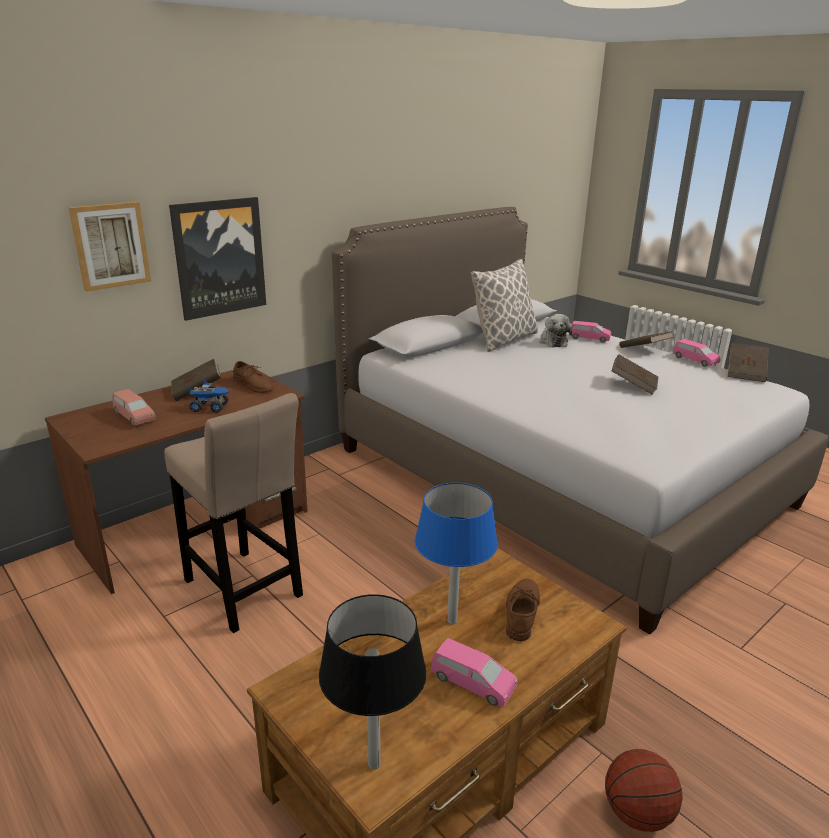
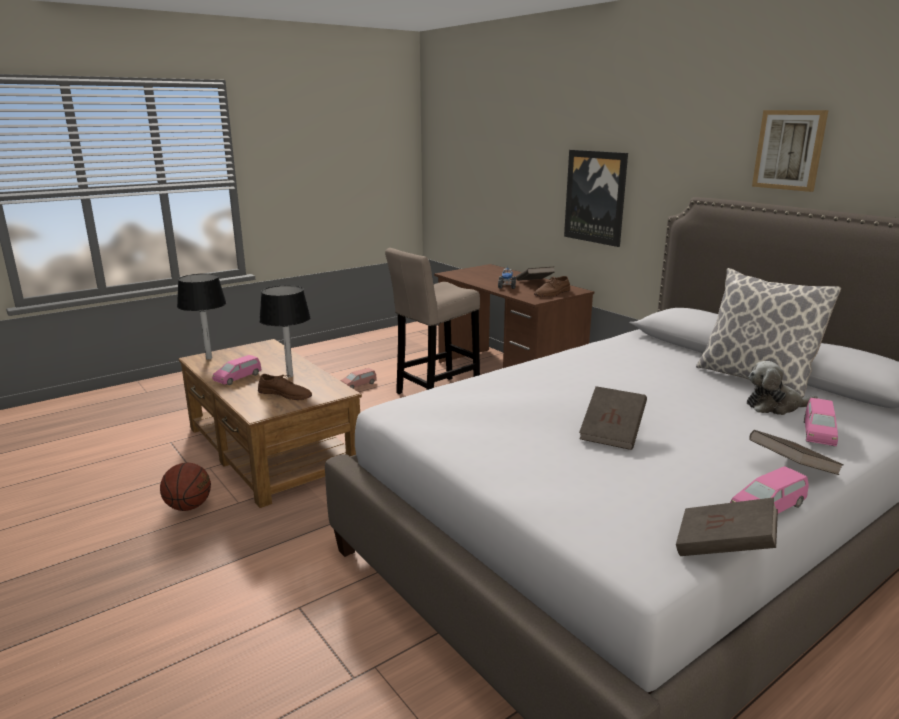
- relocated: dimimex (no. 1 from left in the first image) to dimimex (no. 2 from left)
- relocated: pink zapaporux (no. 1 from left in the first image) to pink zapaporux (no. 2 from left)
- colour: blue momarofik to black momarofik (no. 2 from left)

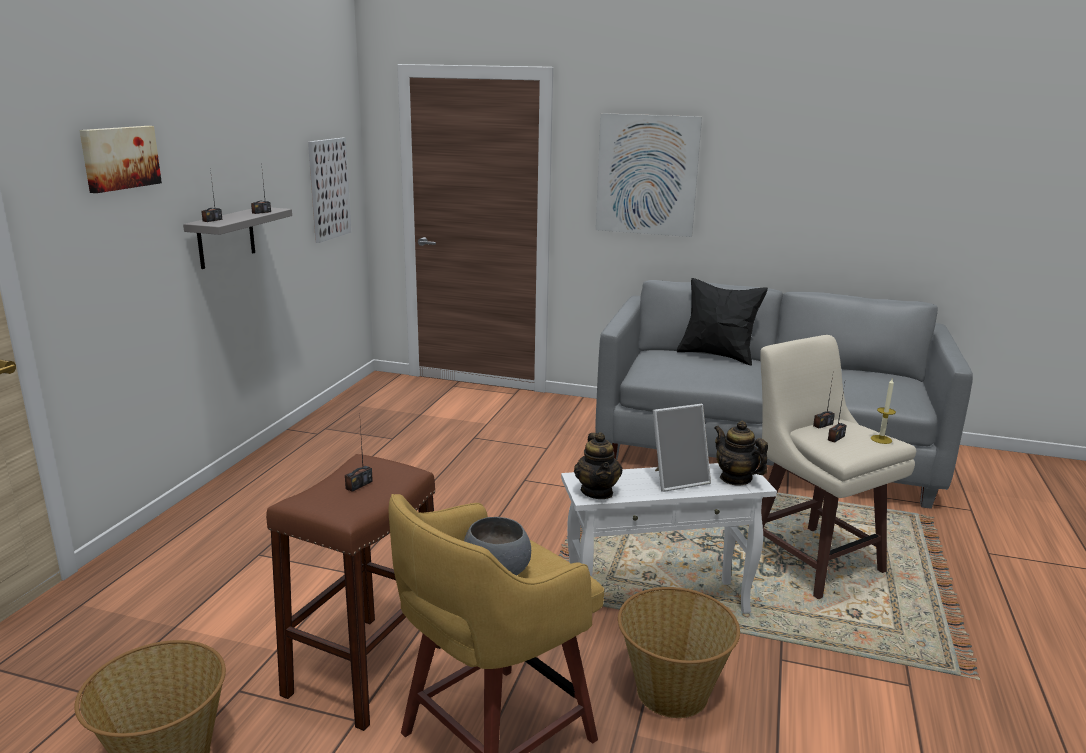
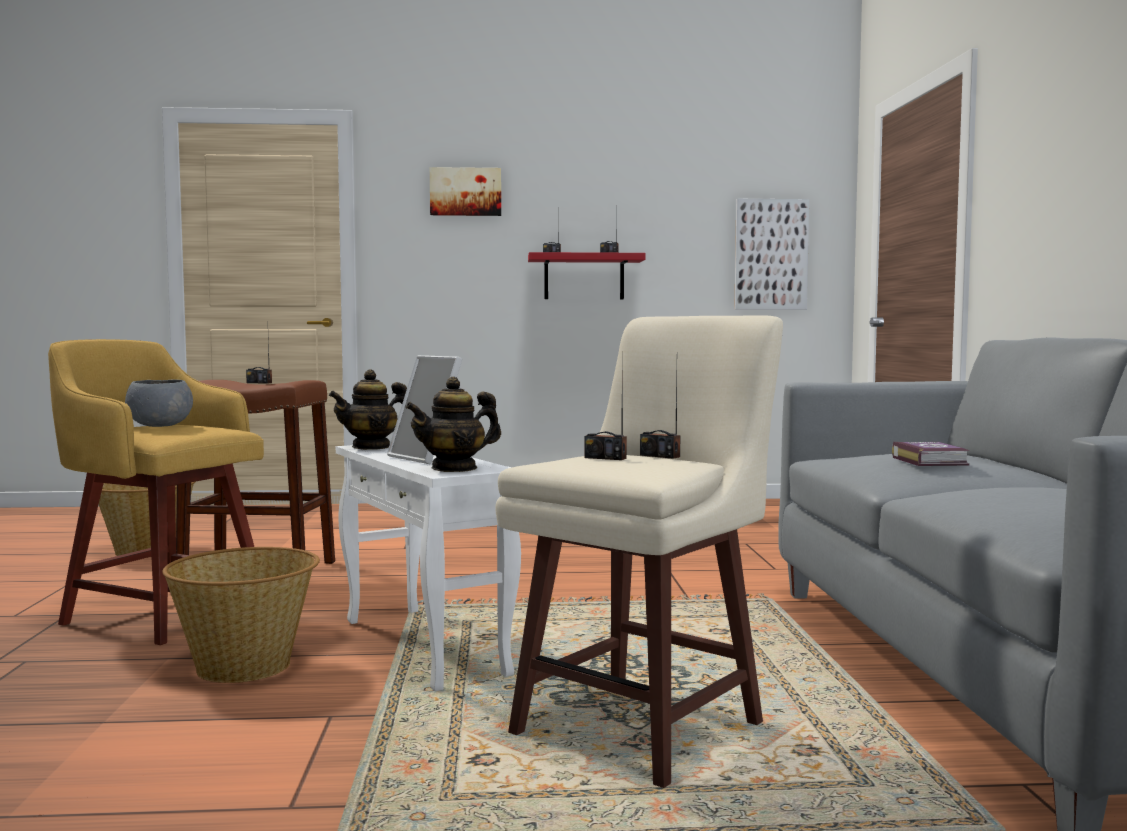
- missing: dimimex (no. 3 from left)
- missing: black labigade
- missing: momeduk
- appeared: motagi
- colour: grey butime to red butime
- spun: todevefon (no. 2 from left) 150 degrees counterclockwise

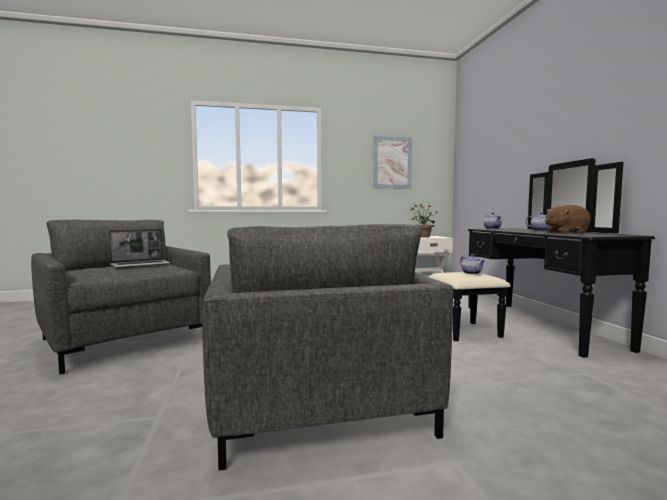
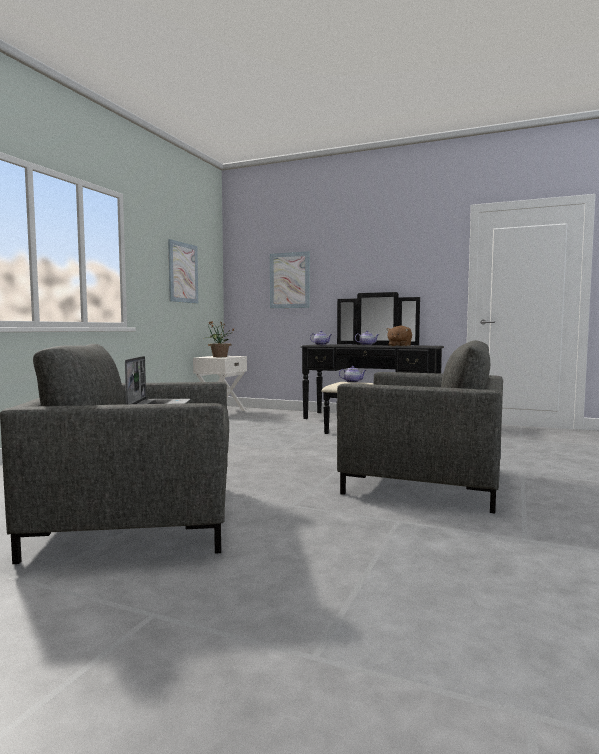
- appeared: dimimex (no. 2 from left)

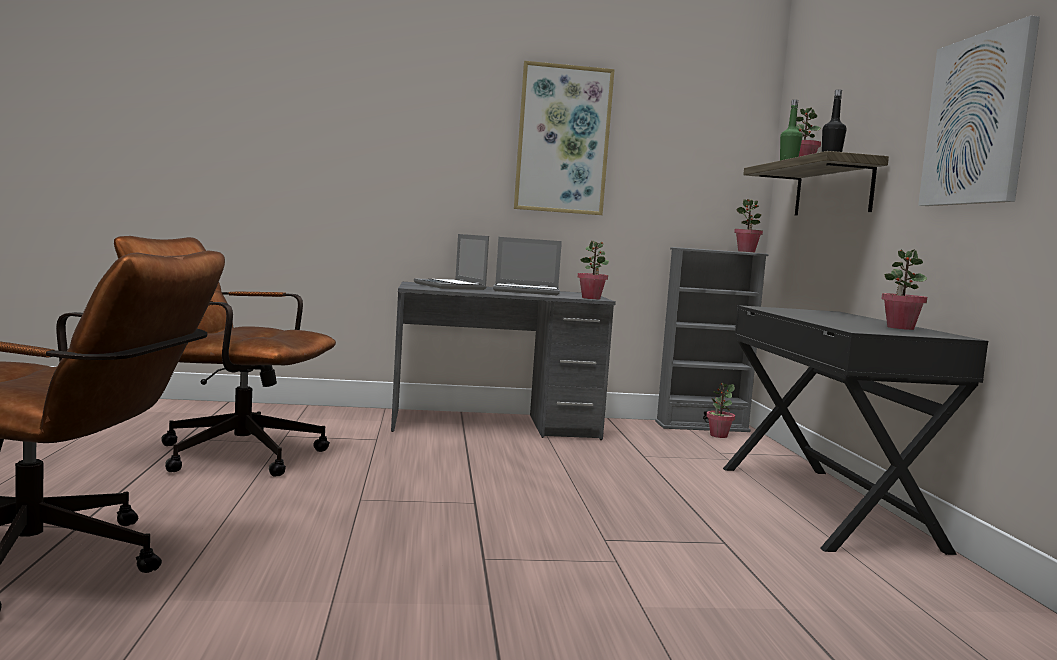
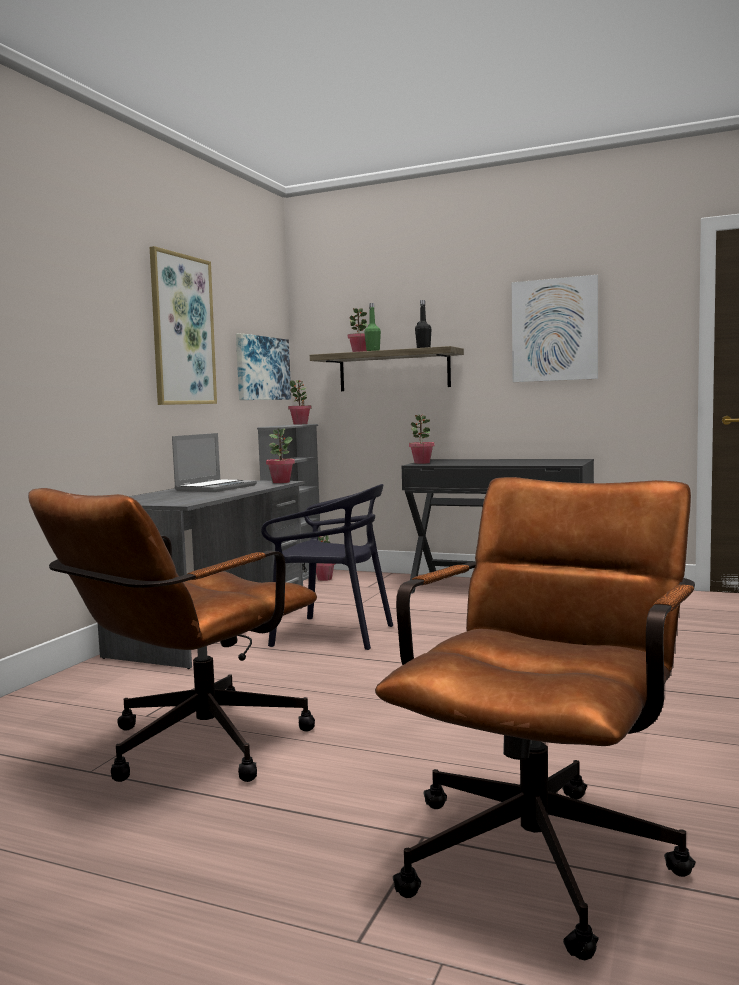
- missing: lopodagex (no. 1 from left)
- appeared: dimimex (no. 2 from left)
- appeared: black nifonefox
- relocated: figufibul (no. 5 from left)

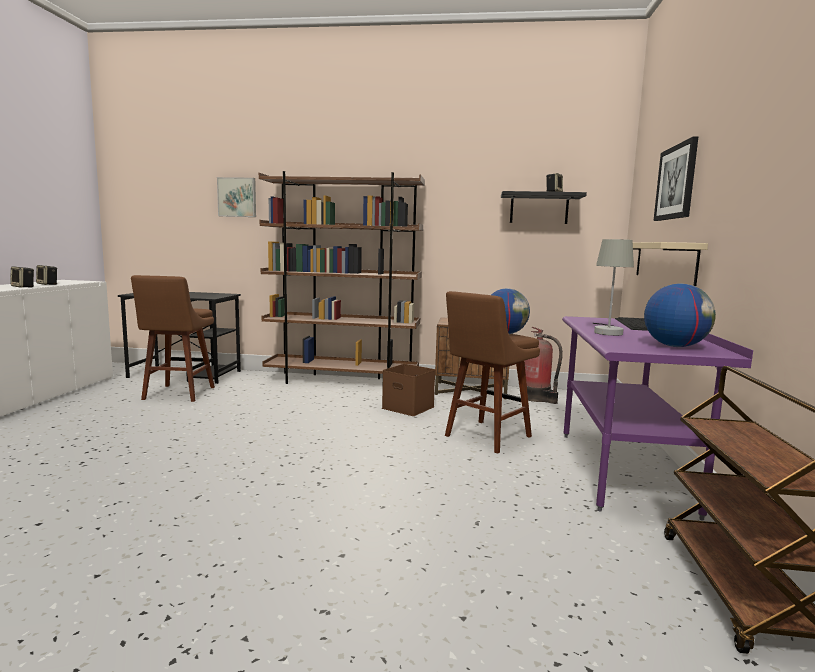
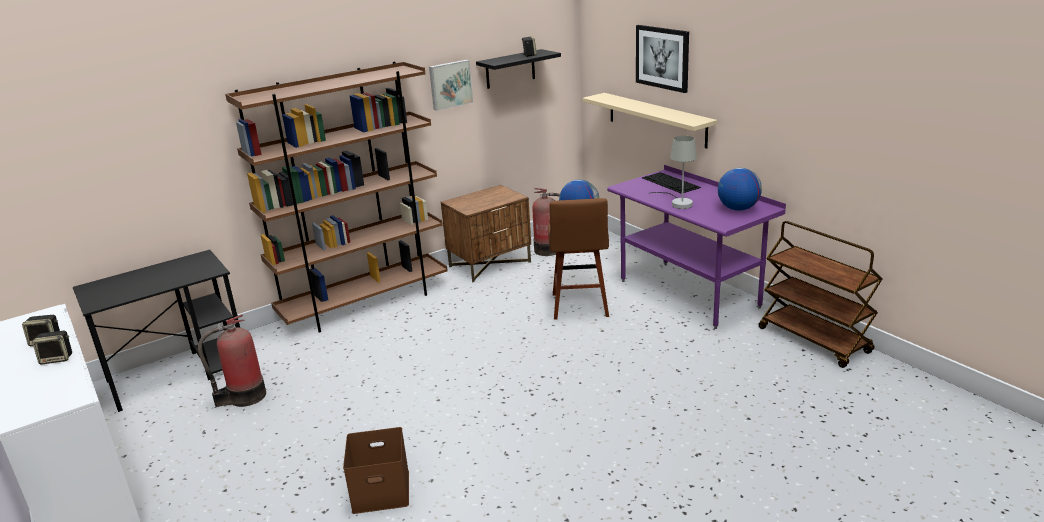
- relocated: dimimex (no. 1 from left)
- relocated: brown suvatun
- exchanged: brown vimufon (no. 1 from left) to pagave (no. 1 from left)

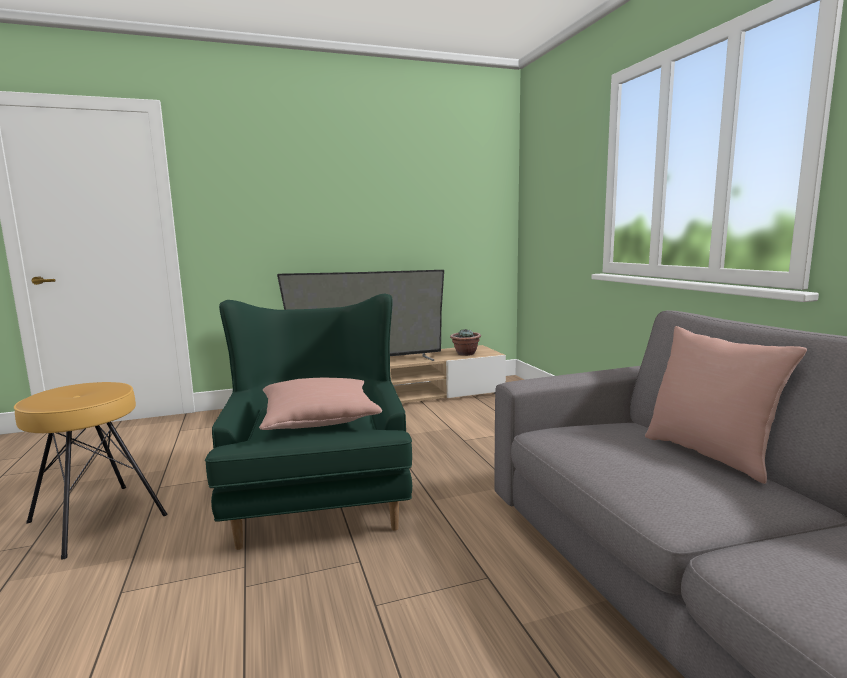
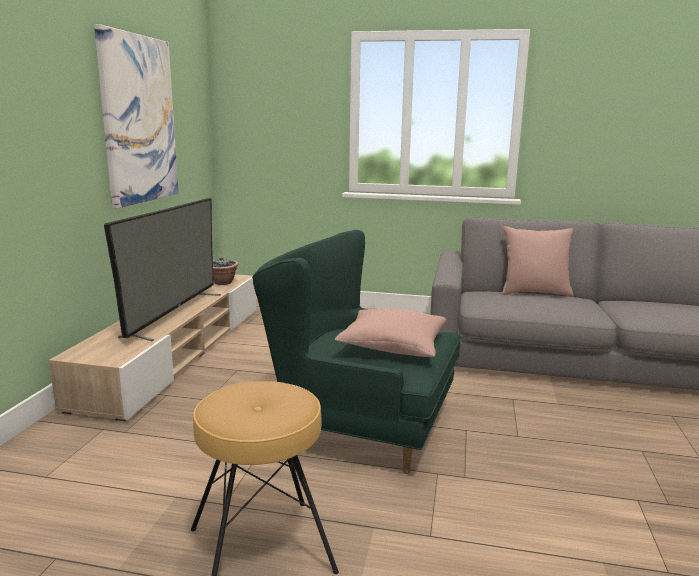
- appeared: dimimex

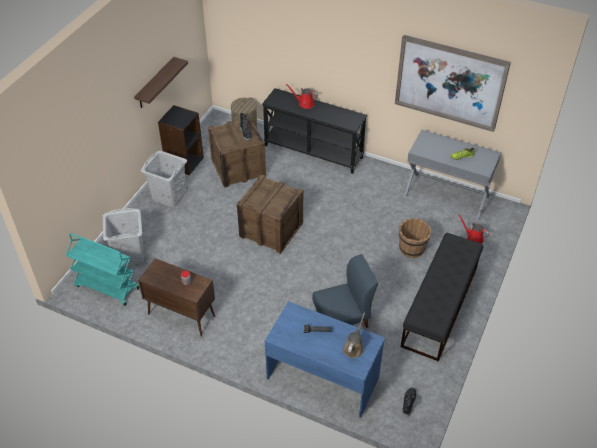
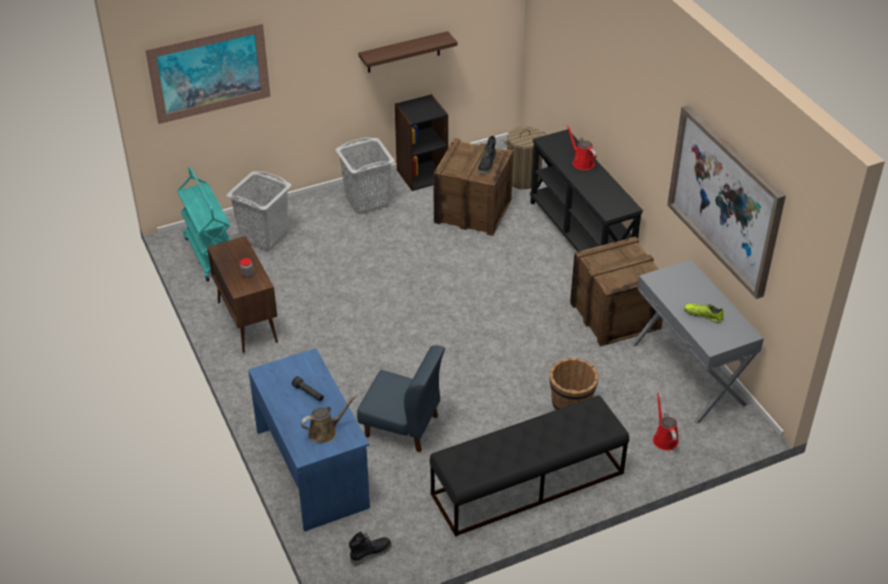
- appeared: dimimex (no. 1 from left)
- relocated: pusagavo (no. 2 from left)

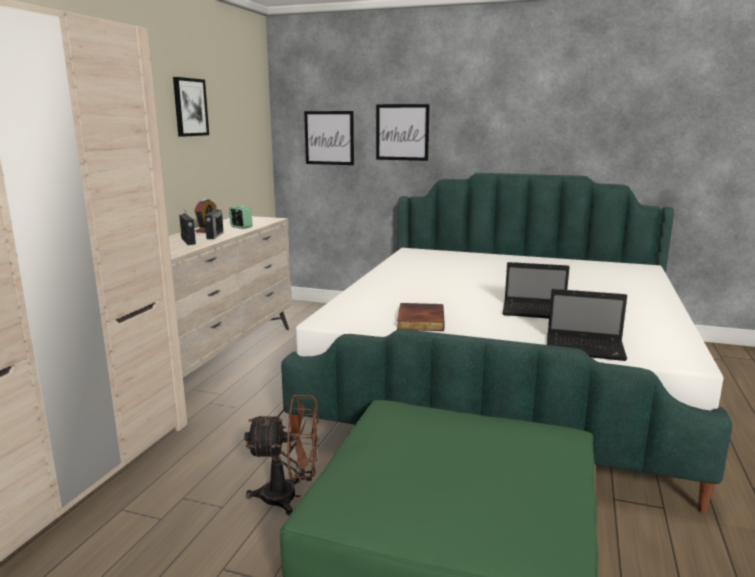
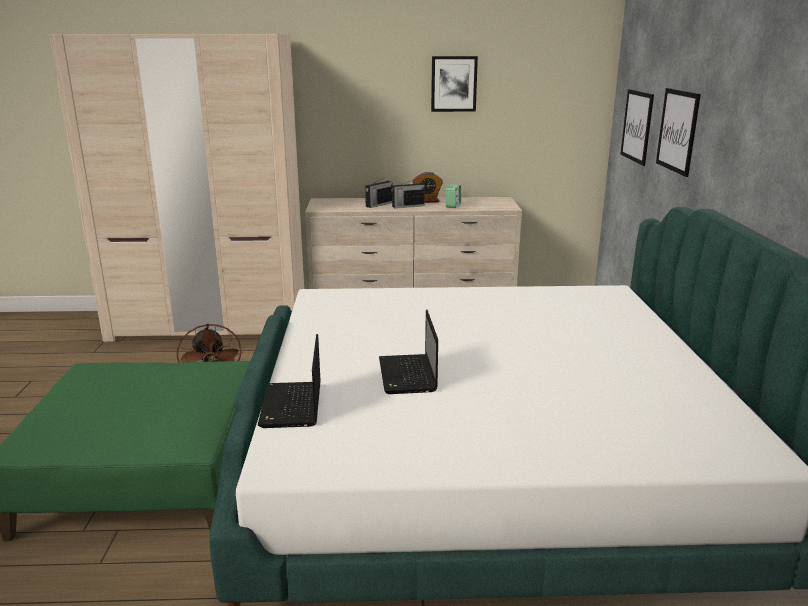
- missing: motagi

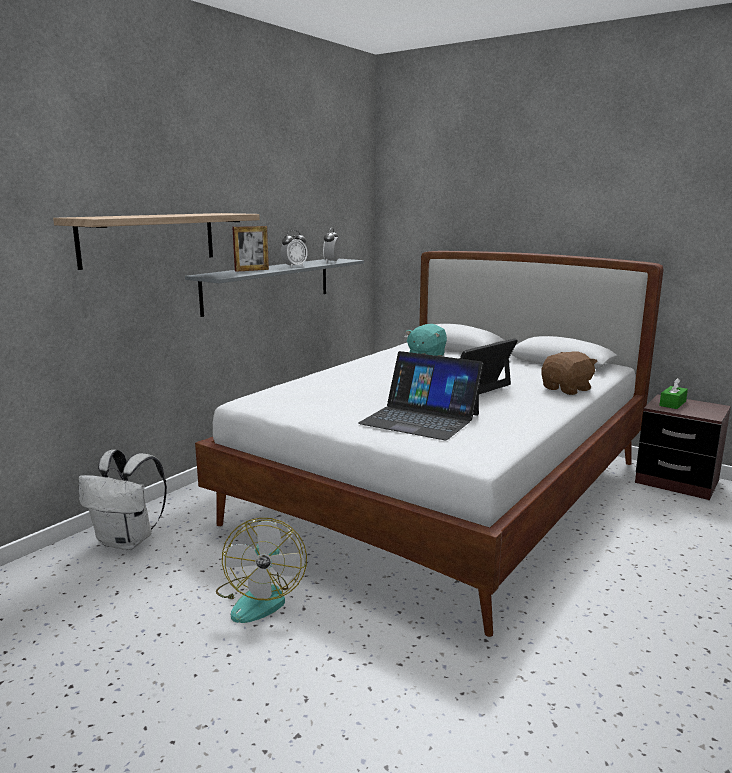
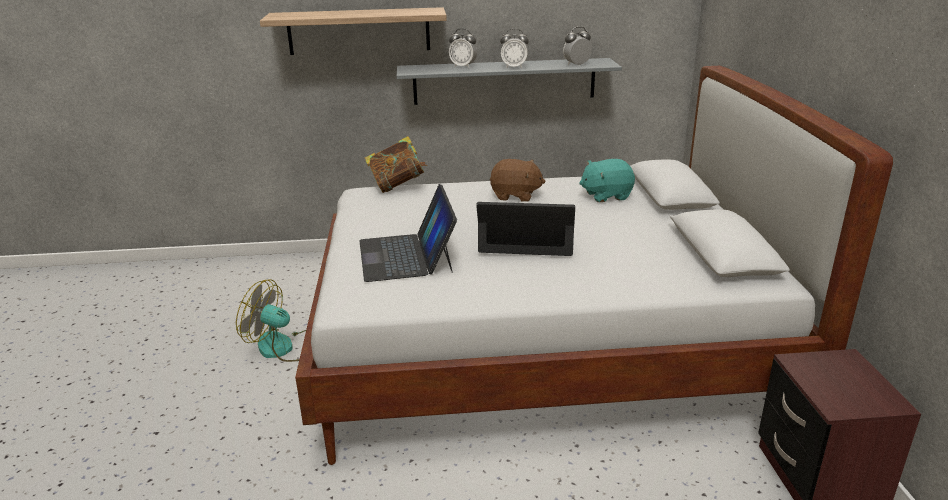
- missing: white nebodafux
- missing: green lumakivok
- appeared: motagi
- relocated: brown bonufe
- exchanged: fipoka to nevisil (no. 1 from left)
- spun: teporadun 60 degrees clockwise

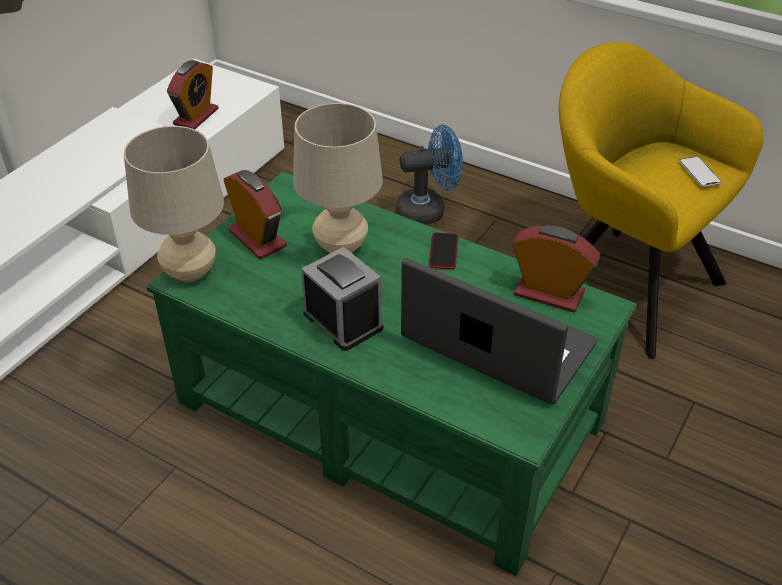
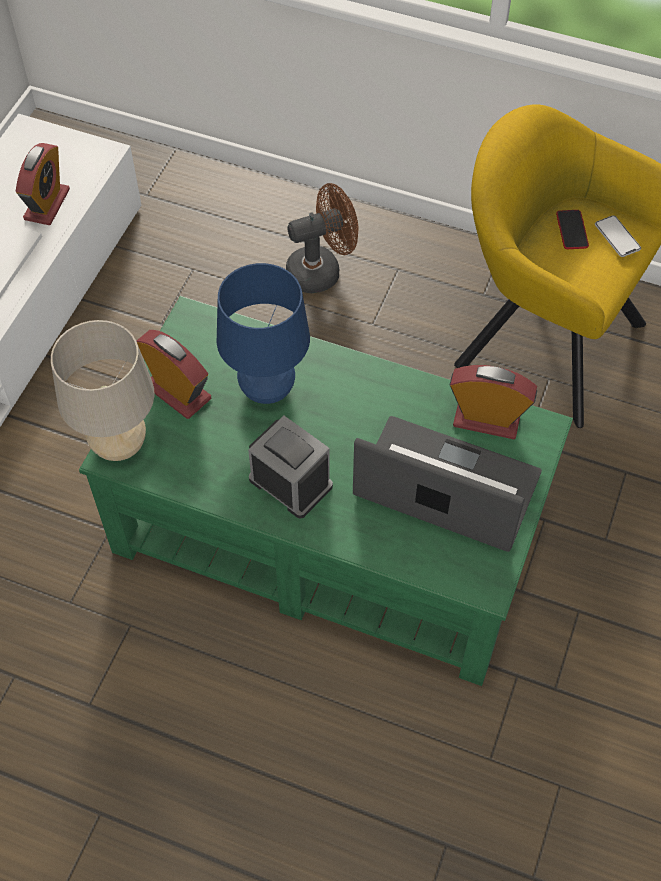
- relocated: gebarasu (no. 1 from left)
- colour: beige momarofik (no. 2 from left) to blue momarofik
- colour: blue teporadun to brown teporadun

